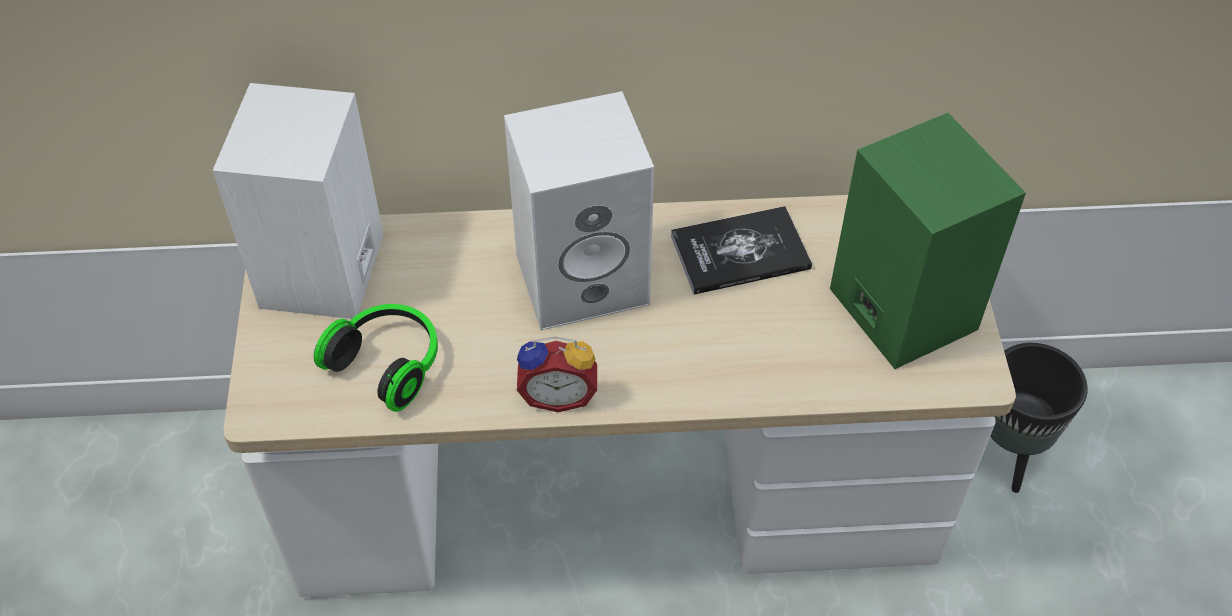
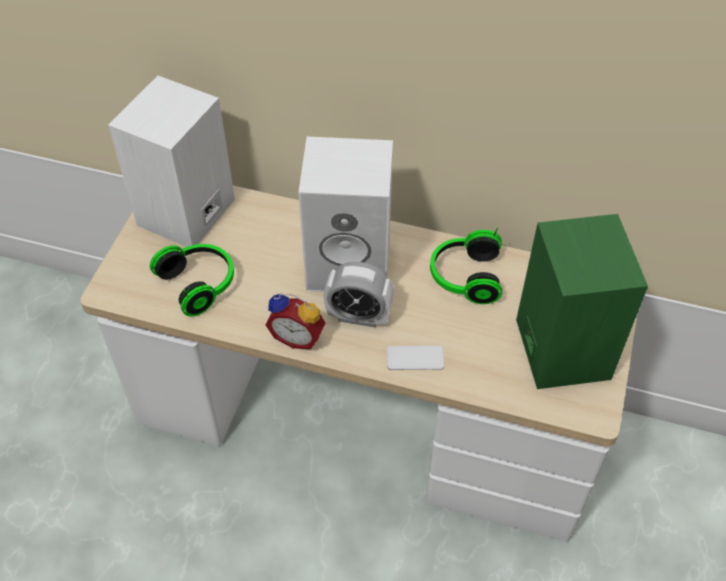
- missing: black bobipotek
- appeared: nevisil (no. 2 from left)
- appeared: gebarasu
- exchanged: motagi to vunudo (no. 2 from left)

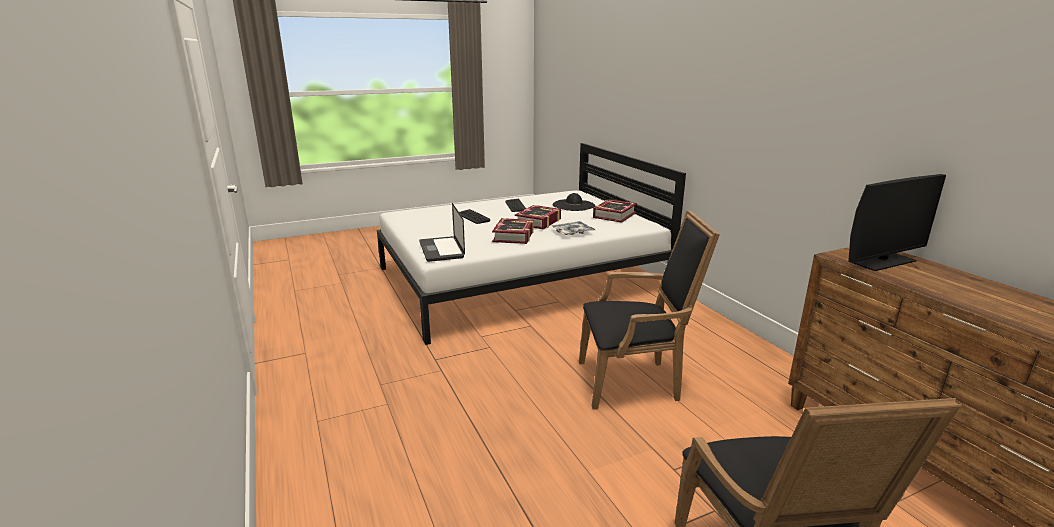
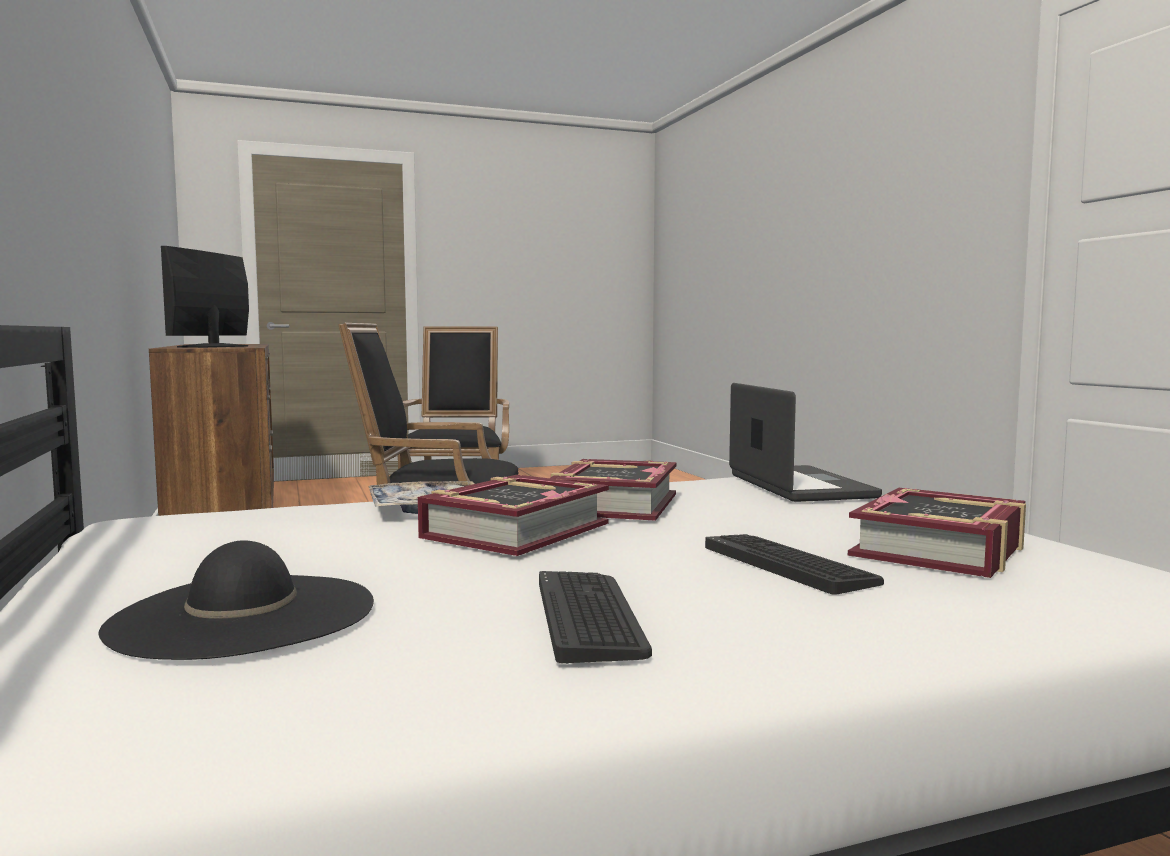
- relocated: motagi (no. 3 from left)
- spun: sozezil 60 degrees counterclockwise

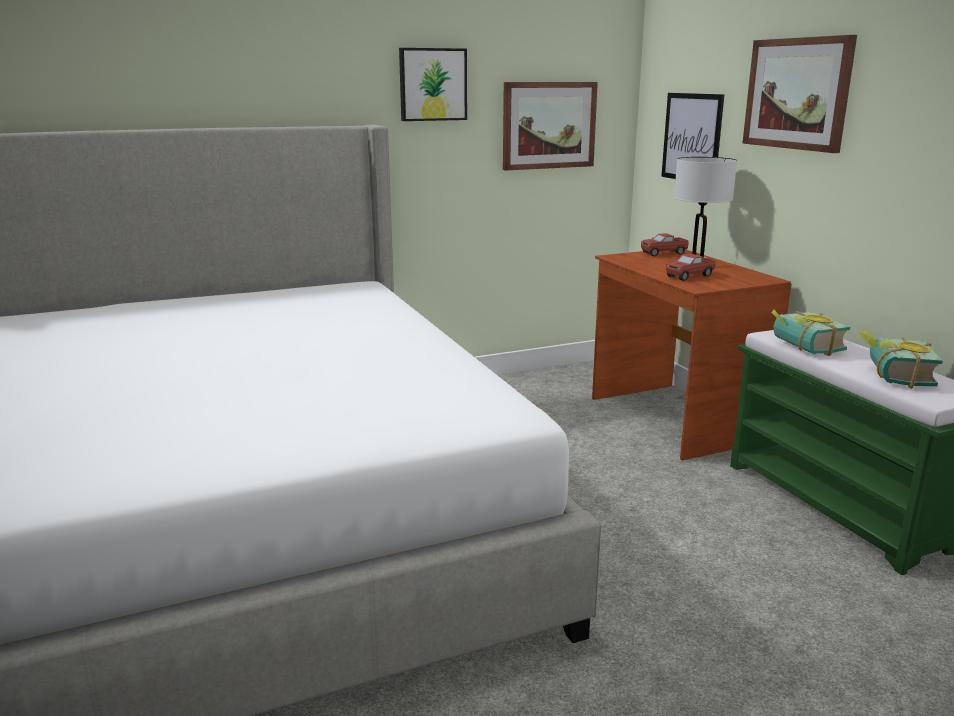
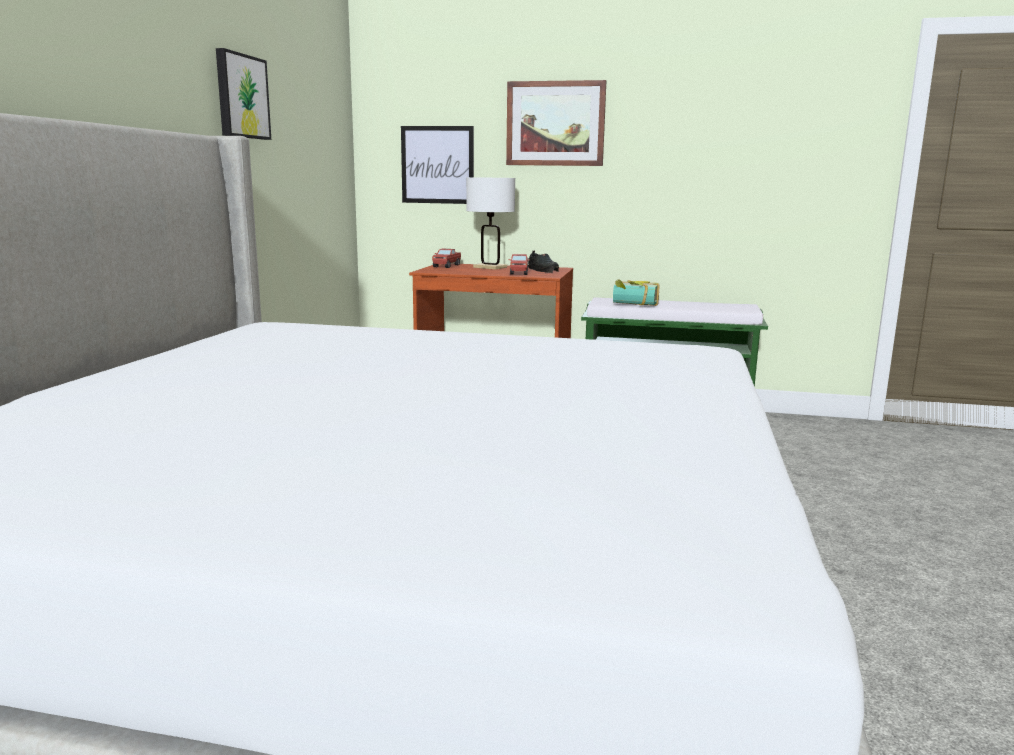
- missing: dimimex (no. 2 from left)
- missing: motagi (no. 2 from left)
- appeared: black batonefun

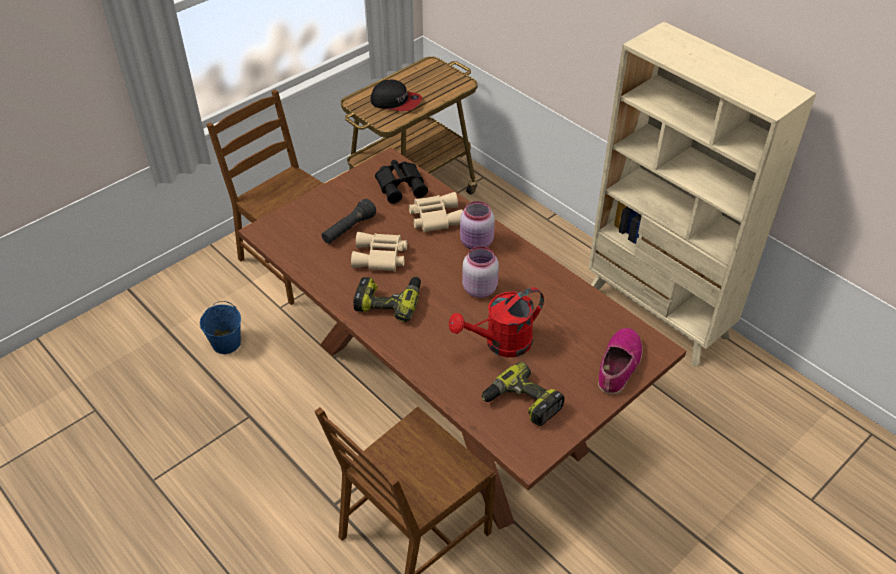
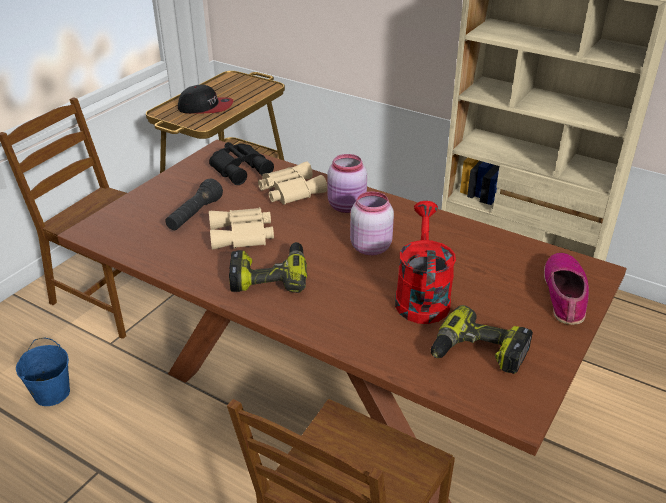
- spun: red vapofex 135 degrees clockwise

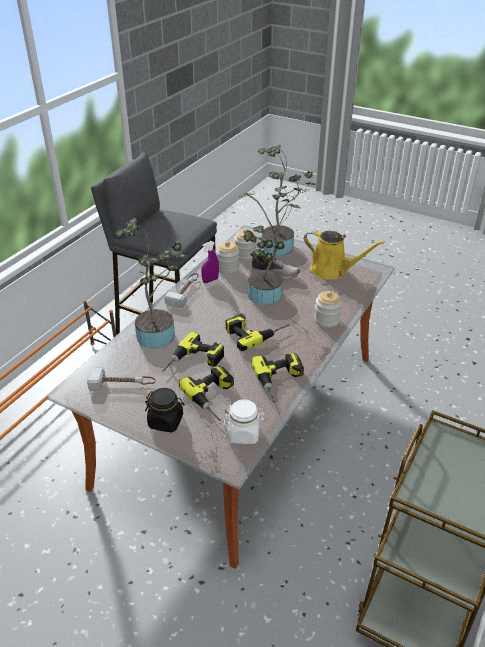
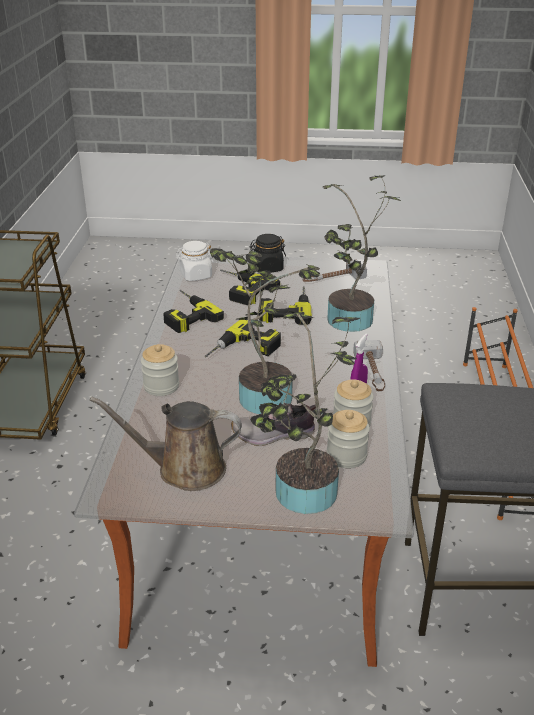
- colour: yellow vapofex to brown vapofex

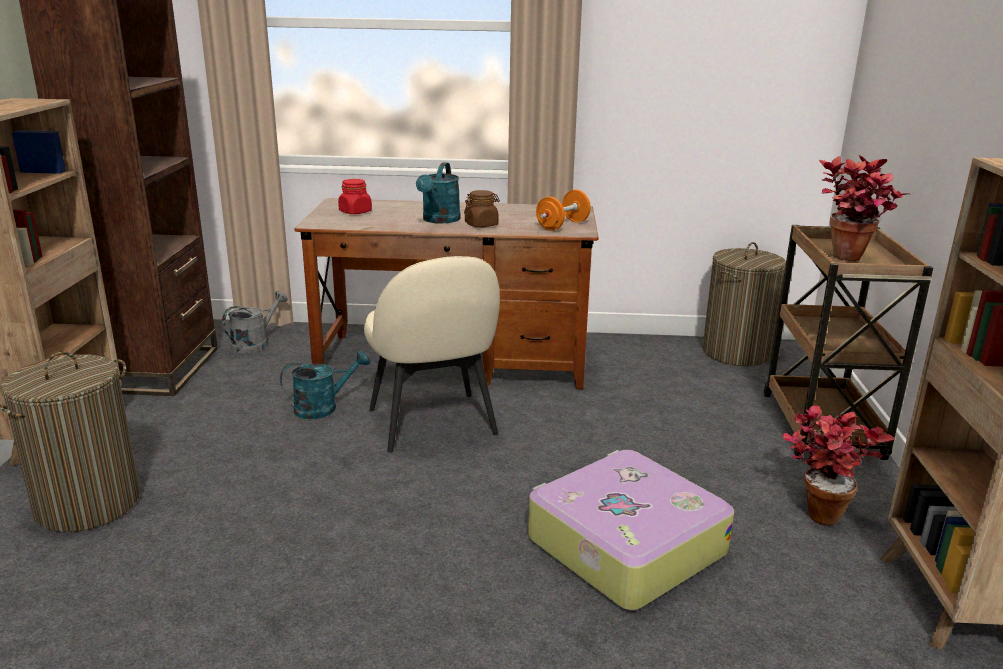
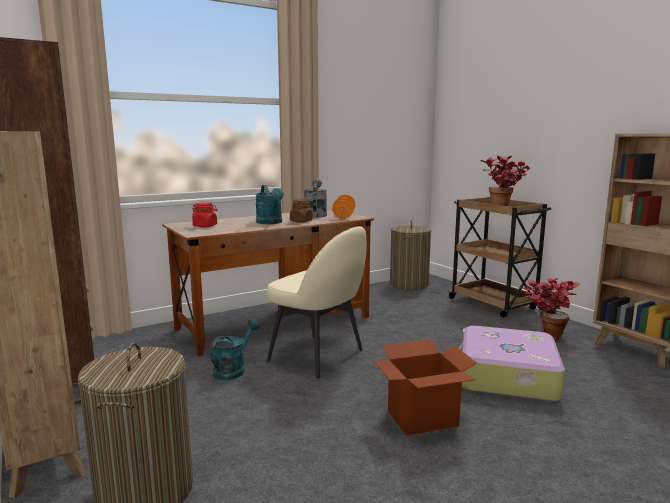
- appeared: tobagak
- relocated: grey vapofex

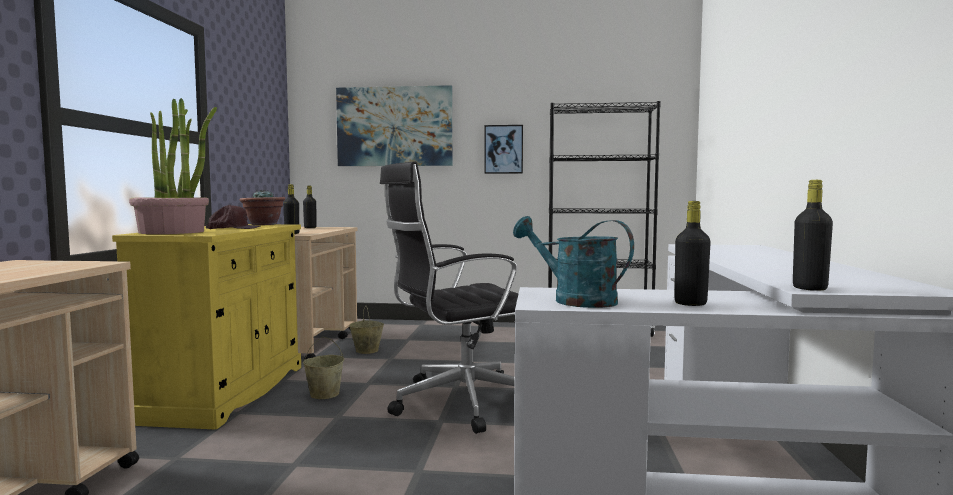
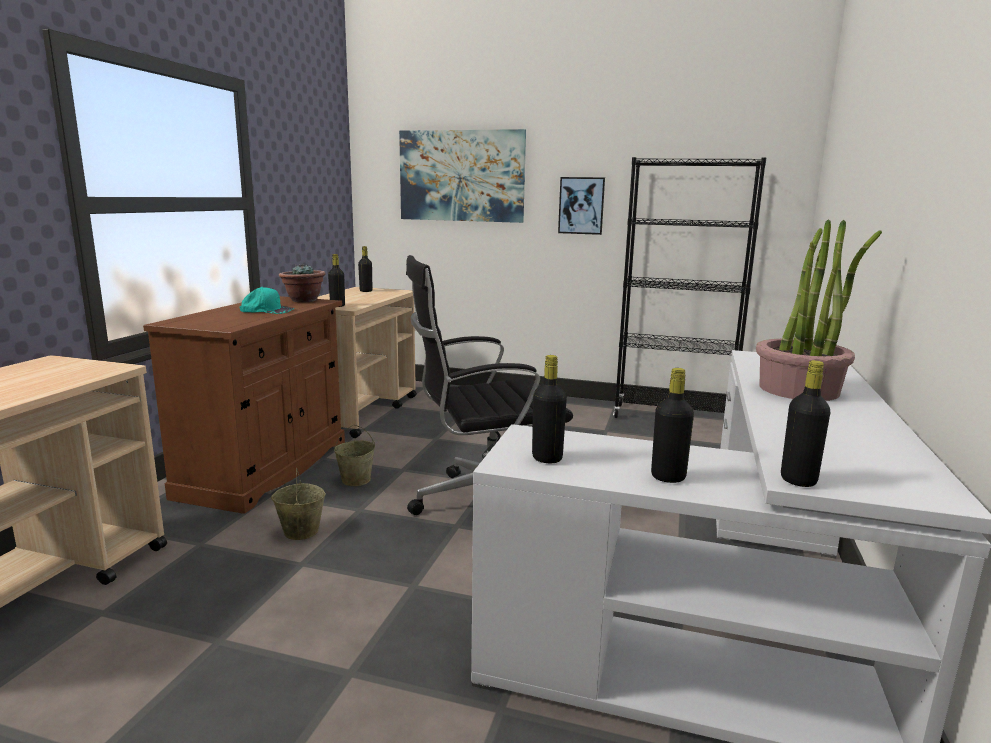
- relocated: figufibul (no. 1 from left in the first image) to figufibul (no. 2 from left)
- relocated: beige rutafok (no. 2 from left in the first image) to beige rutafok (no. 1 from left)
- exchanged: turquoise vapofex to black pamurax (no. 3 from left)
- colour: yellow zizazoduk to brown zizazoduk
- colour: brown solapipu to turquoise solapipu

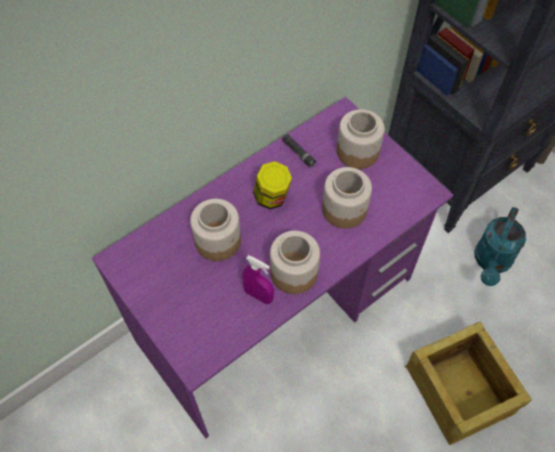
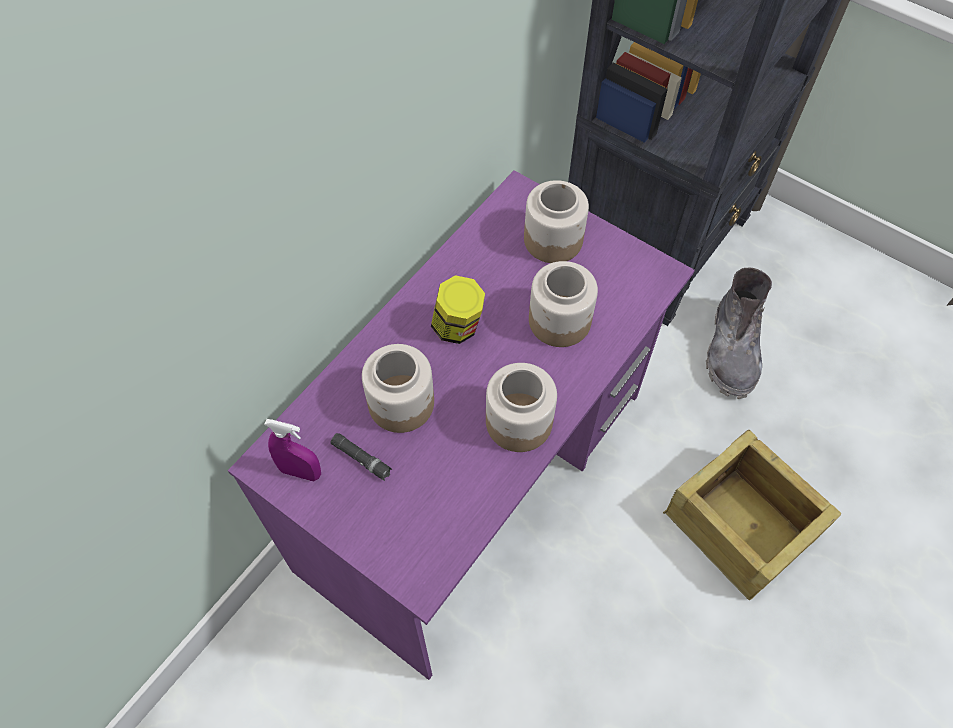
- relocated: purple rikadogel
- relocated: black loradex
- exchanged: turquoise vapofex to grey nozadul

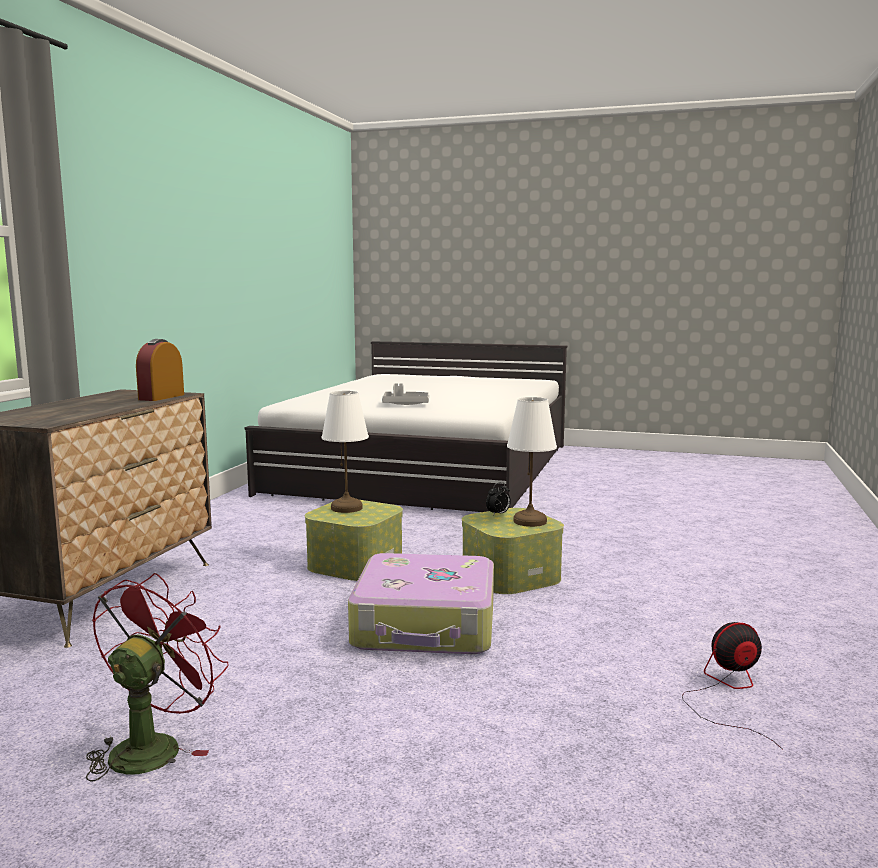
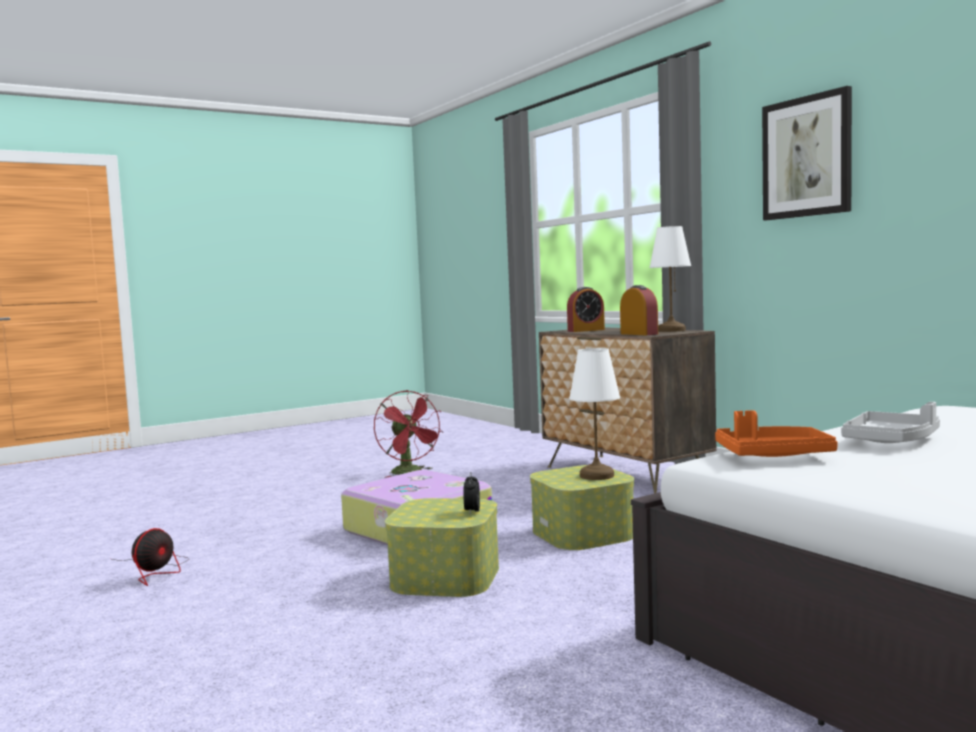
- appeared: nevisil (no. 2 from left)
- appeared: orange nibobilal
- appeared: dimimex
- relocated: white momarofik (no. 2 from left)

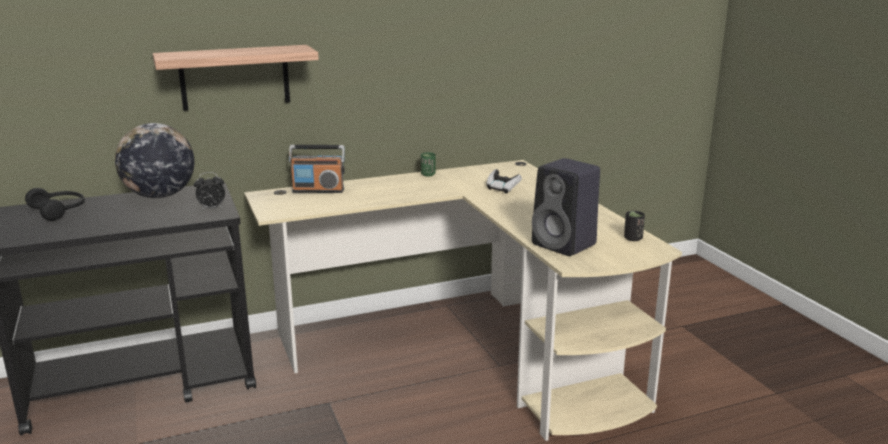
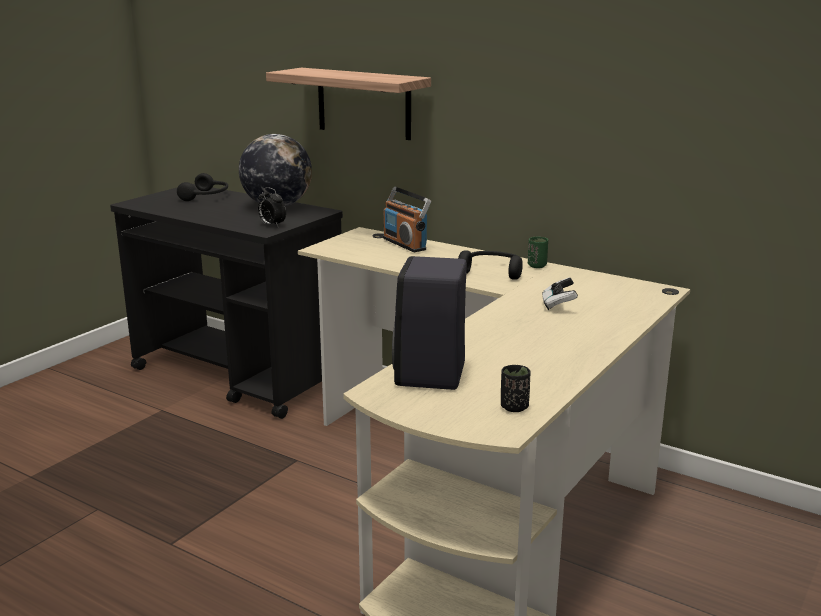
- appeared: black vunudo (no. 2 from left)

